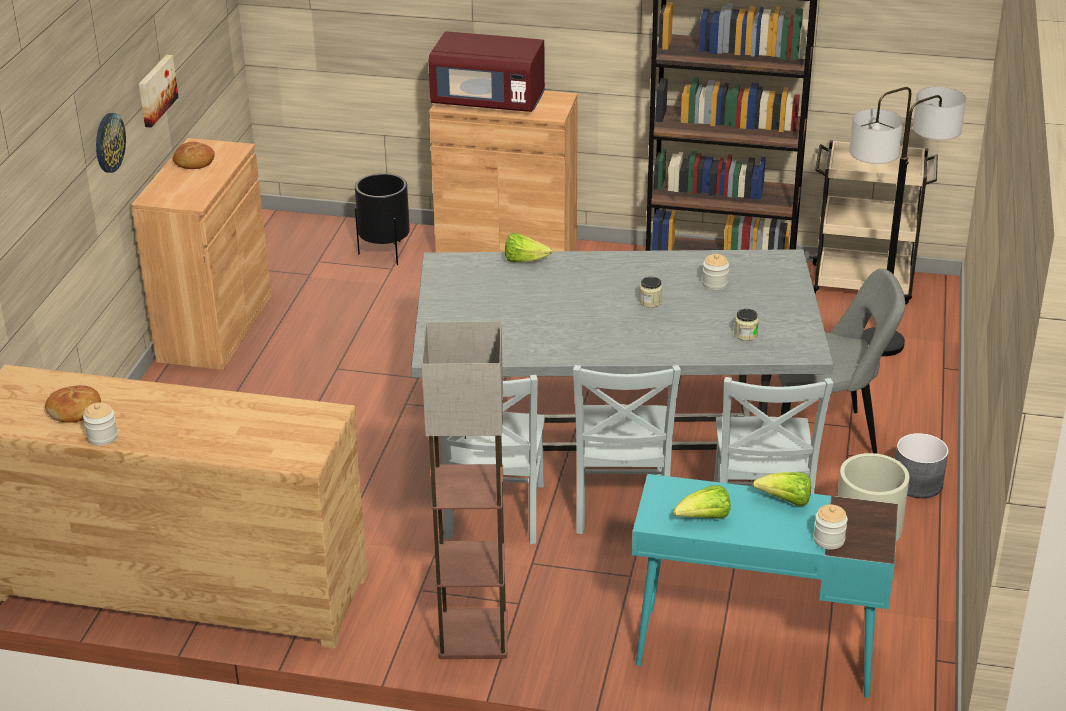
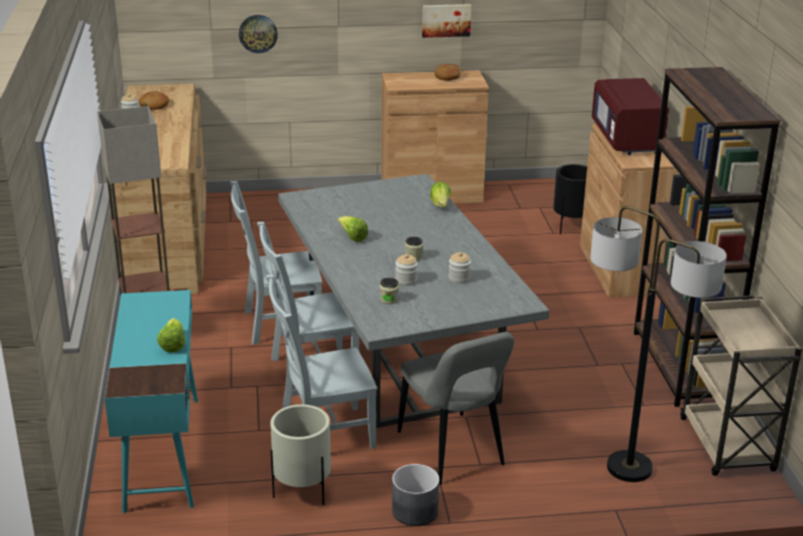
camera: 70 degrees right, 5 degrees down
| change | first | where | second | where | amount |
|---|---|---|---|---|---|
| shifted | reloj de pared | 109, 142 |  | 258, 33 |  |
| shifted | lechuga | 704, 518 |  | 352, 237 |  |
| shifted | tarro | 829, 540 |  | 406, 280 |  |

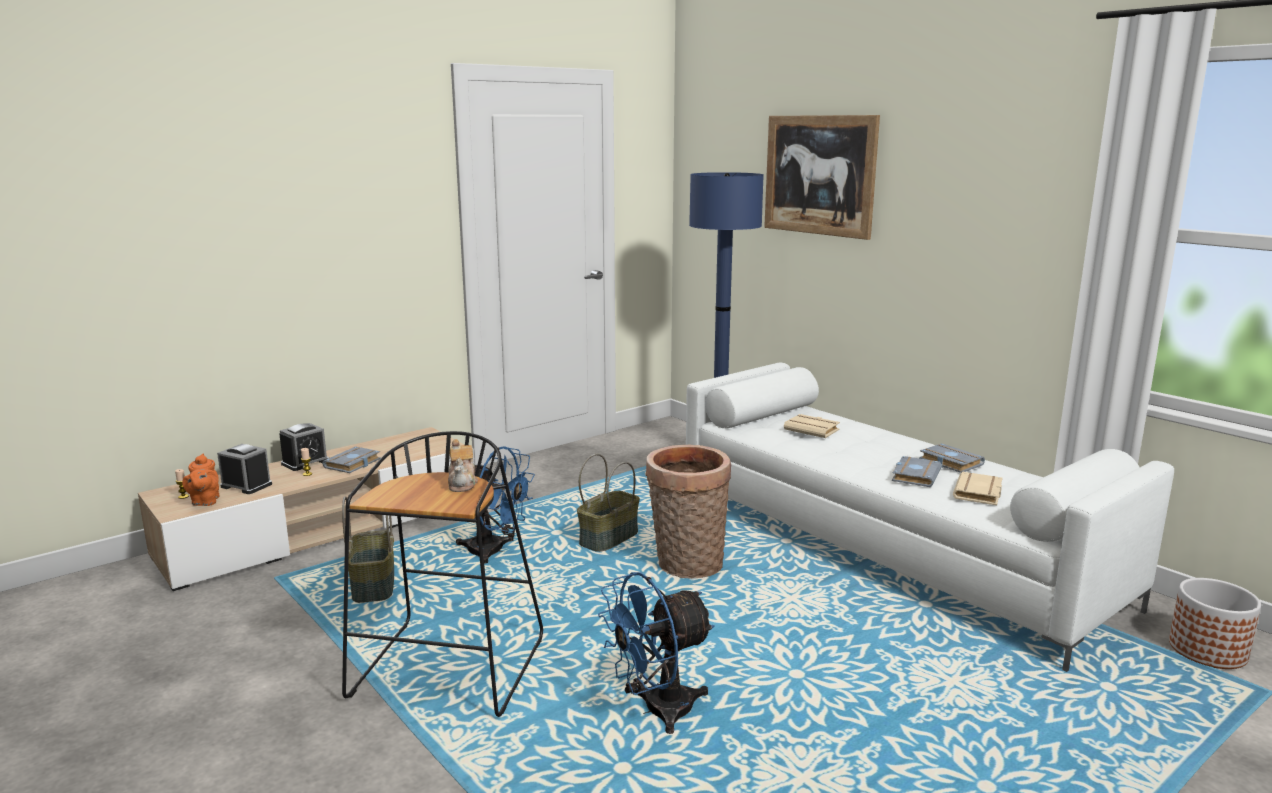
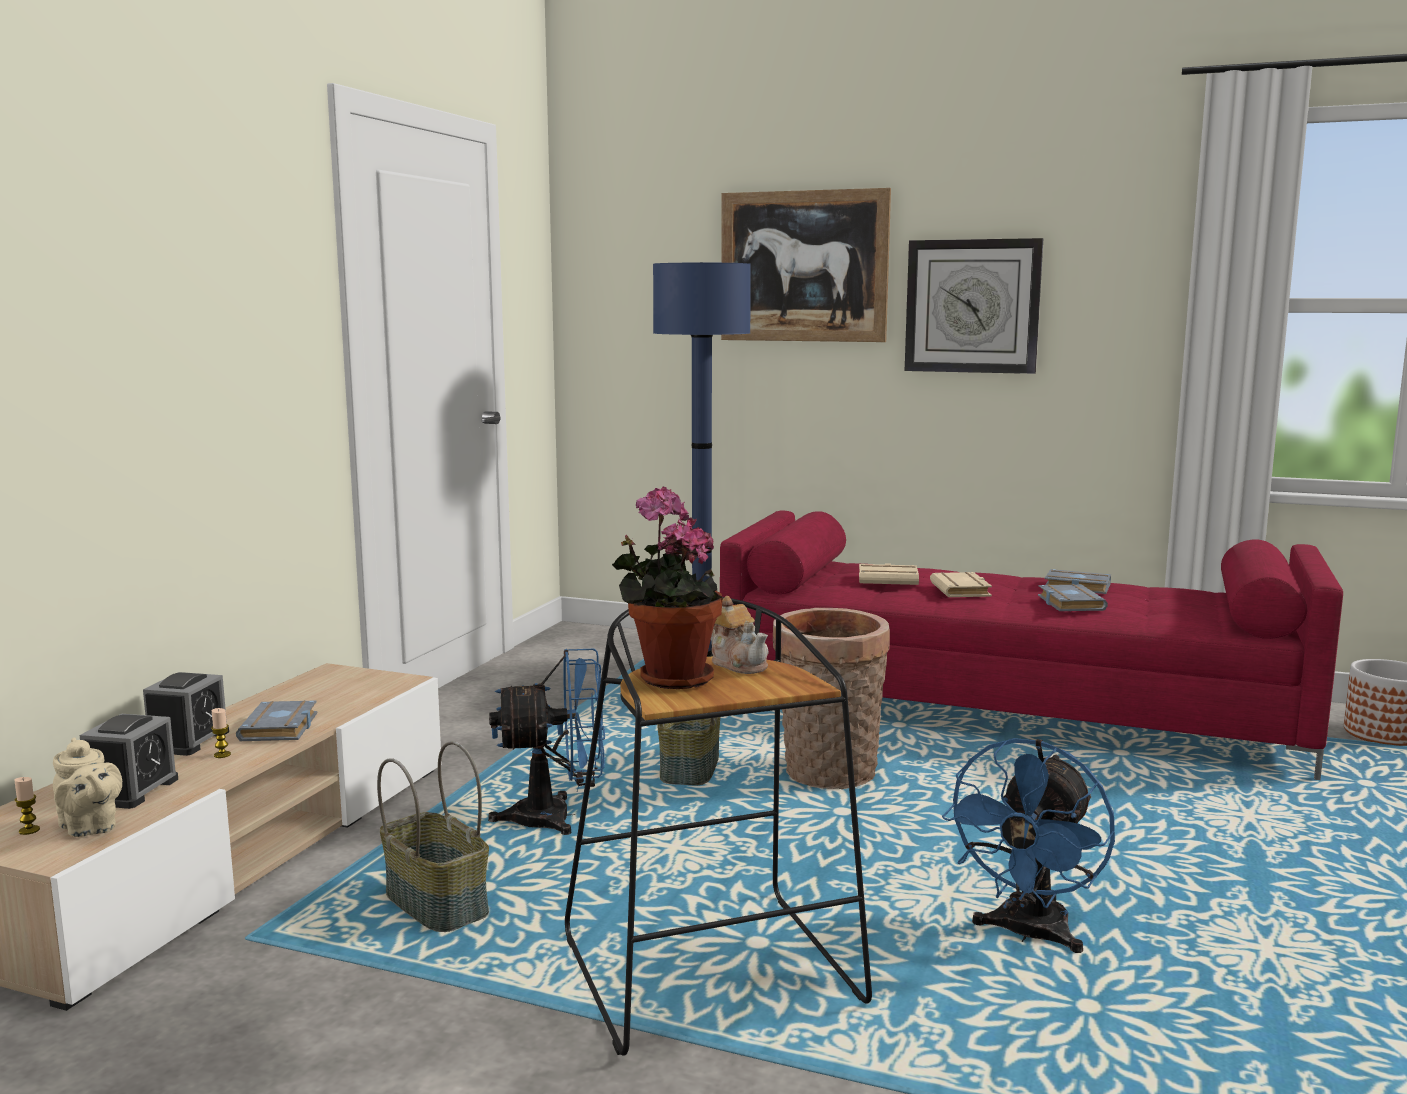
camera: 30 degrees left, 5 degrees down
| change | first | where | second | where | amount |
|---|---|---|---|---|---|
| new |  |  | planta en maceta | 669, 678 |  |
| new |  |  | reloj de pared | 972, 306 |  |
| shifted | libro (beis) | 979, 493 |  | 962, 591 |  |
| repainted | tetera (naranja) | 205, 502 | tetera (beis) | 89, 828 |  |
| repainted | sofá (blanco) | 889, 549 | sofá (rojo) | 1009, 710 |  |
| rotated | despertador | 246, 485 |  | 132, 791 | 105 degrees clockwise |

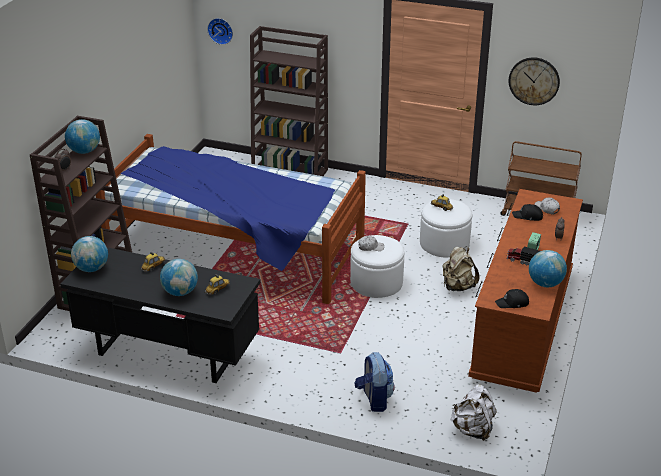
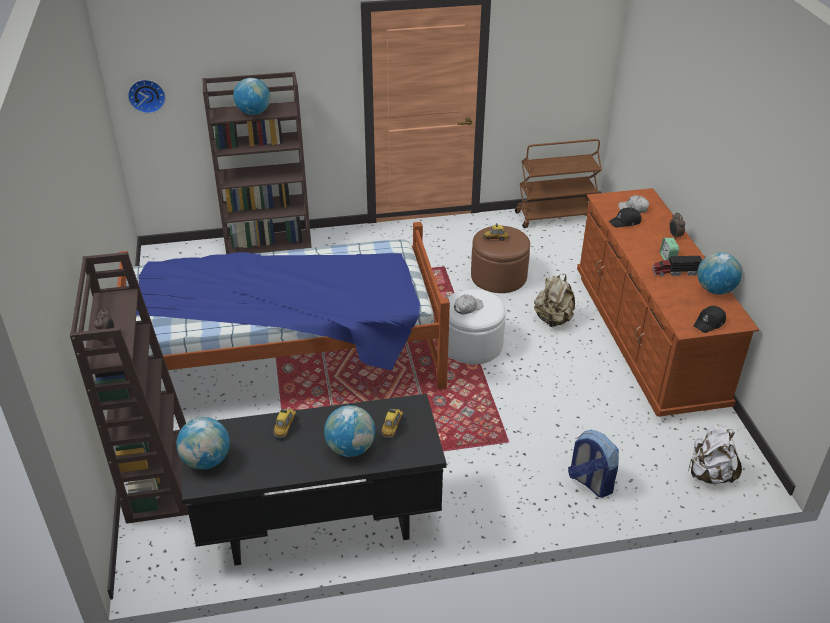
camera: 30 degrees left, 5 degrees up
| change | first | where | second | where | amount |
|---|---|---|---|---|---|
| gone | reloj de pared | 534, 81 |  |  |  |
| shifted | globo terráqueo | 84, 151 |  | 253, 113 |  |
| repainted | puf (blanco) | 444, 243 | puf (marrón) | 498, 276 |  |

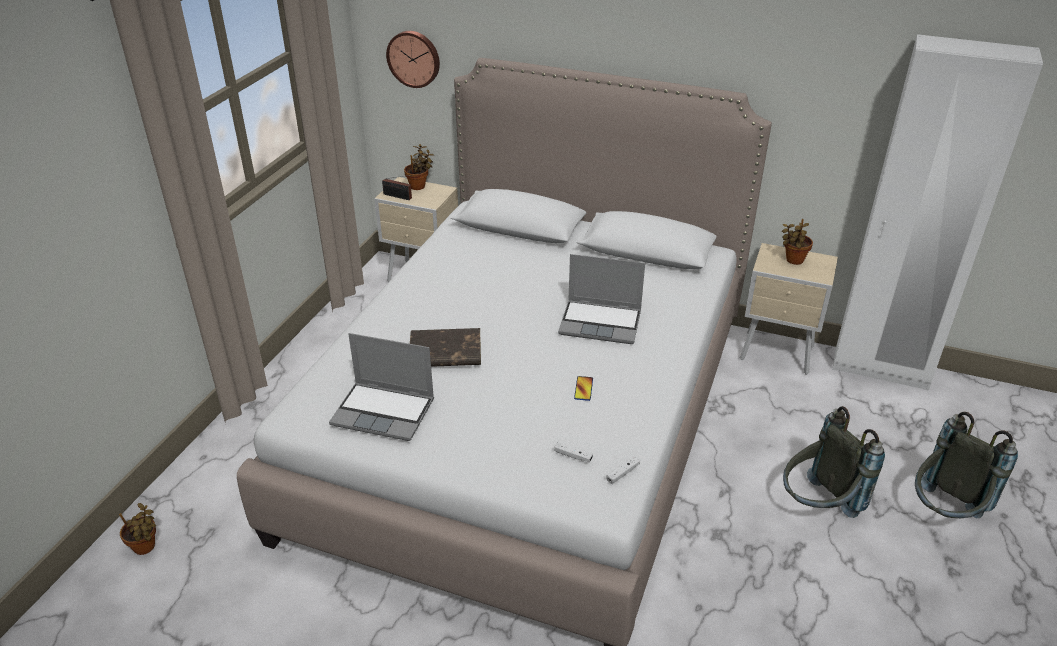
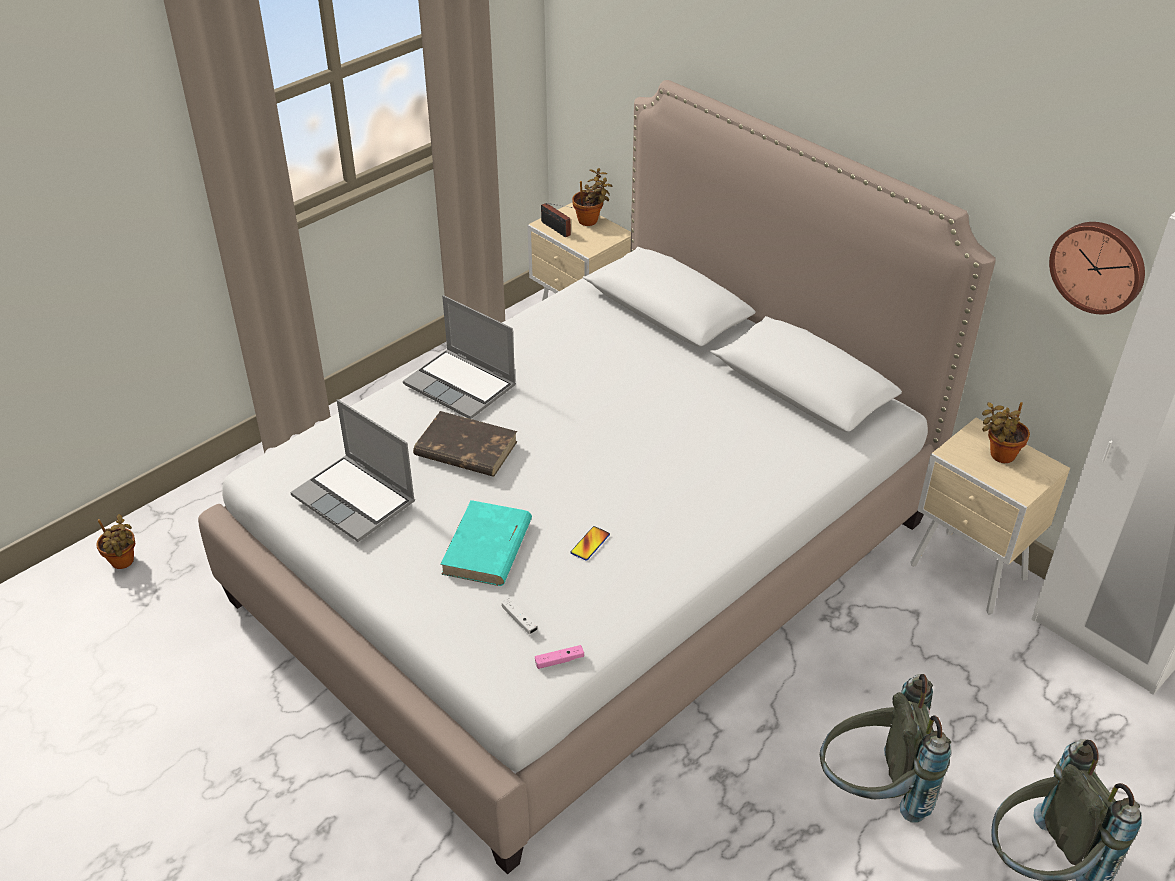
camera: 25 degrees right, 5 degrees up
| change | first | where | second | where | amount |
|---|---|---|---|---|---|
| new |  |  | libro (turquesa) | 487, 548 |  |
| shifted | reloj de pared | 414, 58 |  | 1099, 266 |  |
| shifted | portátil | 601, 323 |  | 462, 386 |  |
| repainted | mando de consola (blanco) | 622, 473 | mando de consola (rosa) | 559, 661 |  |

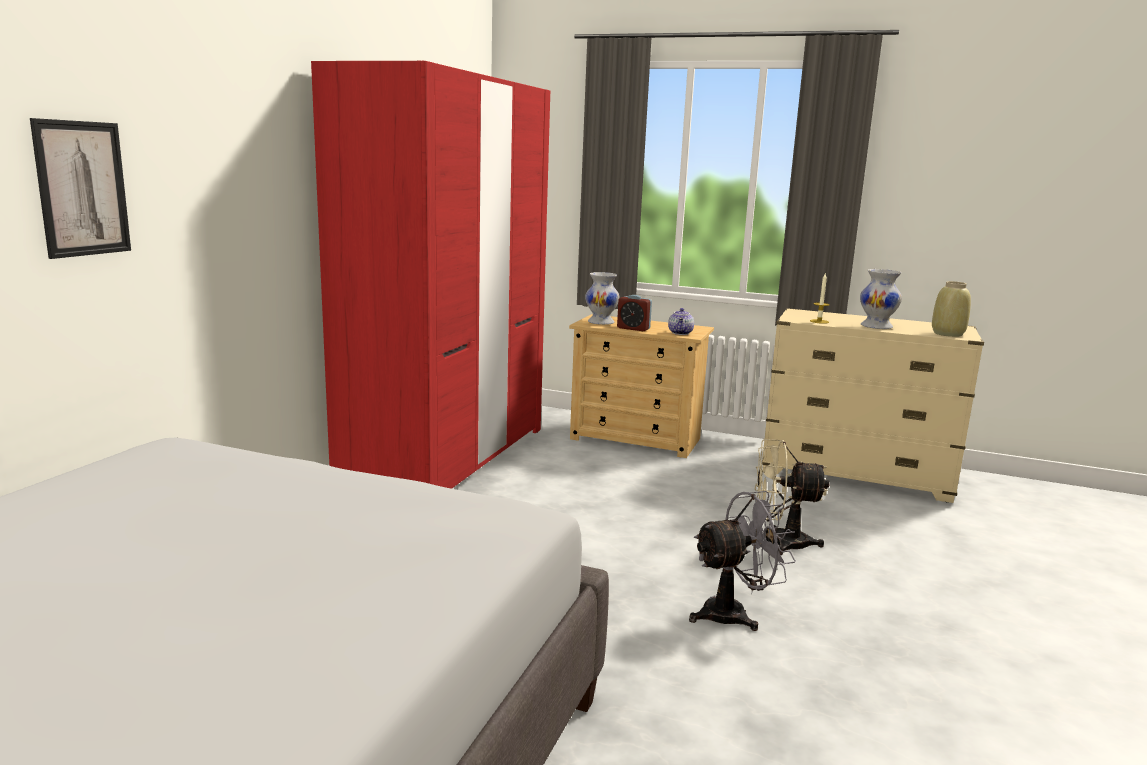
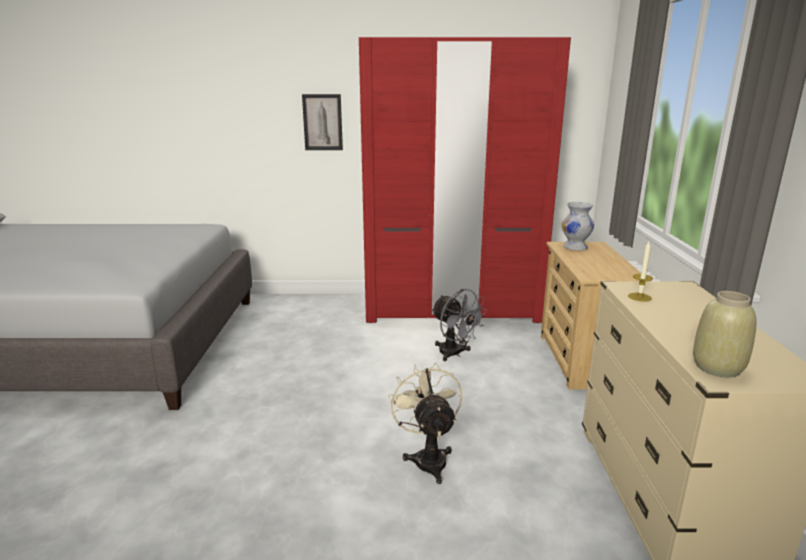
camera: 70 degrees right, 5 degrees up
| change | first | where | second | where | amount |
|---|---|---|---|---|---|
| gone | despertador | 633, 328 |  |  |  |
| gone | tetera | 681, 333 |  |  |  |
| gone | florero (blanco) | 877, 327 |  |  |  |
| shifted | cuadro | 82, 188 |  | 322, 122 |  |
| shifted | ventilador (gris) | 734, 613 |  | 454, 354 |  |

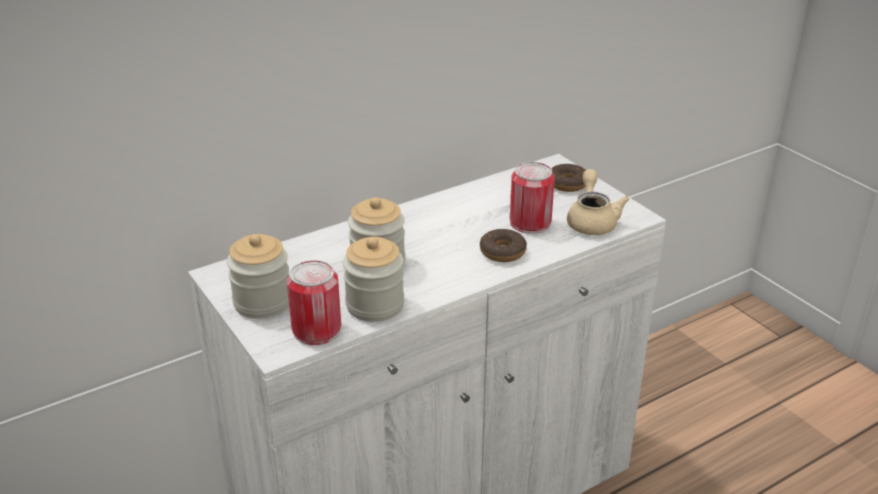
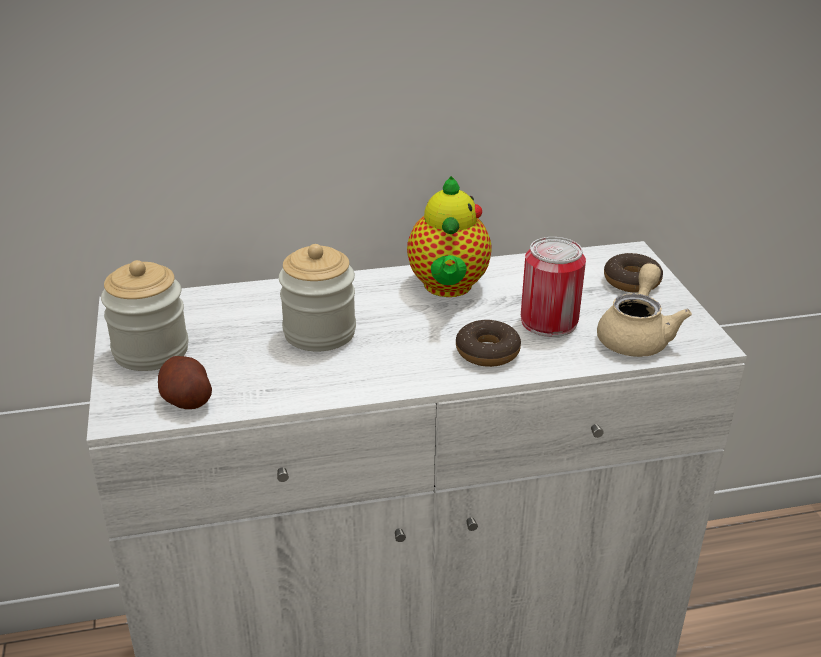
camera: 20 degrees right, 0 degrees up
| change | first | where | second | where | amount |
|---|---|---|---|---|---|
| gone | tarro | 375, 305 |  |  |  |
| new |  |  | tetera | 447, 287 |  |
| swapped | lata | 316, 330 | patata | 186, 400 |  |

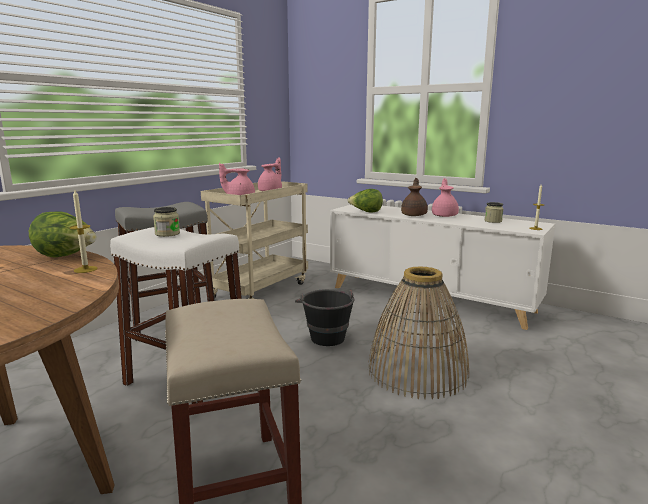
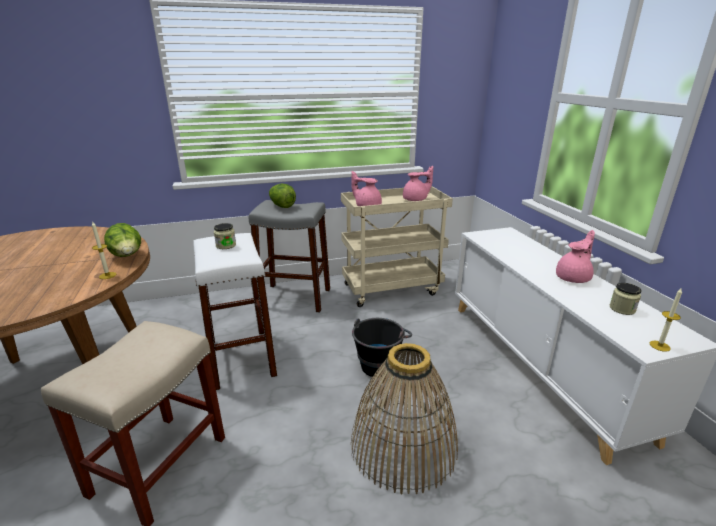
camera: 40 degrees right, 10 degrees up
| change | first | where | second | where | amount |
|---|---|---|---|---|---|
| gone | tetera (marrón) | 414, 215 |  |  |  |
| shifted | lechuga | 366, 212 |  | 282, 206 |  |

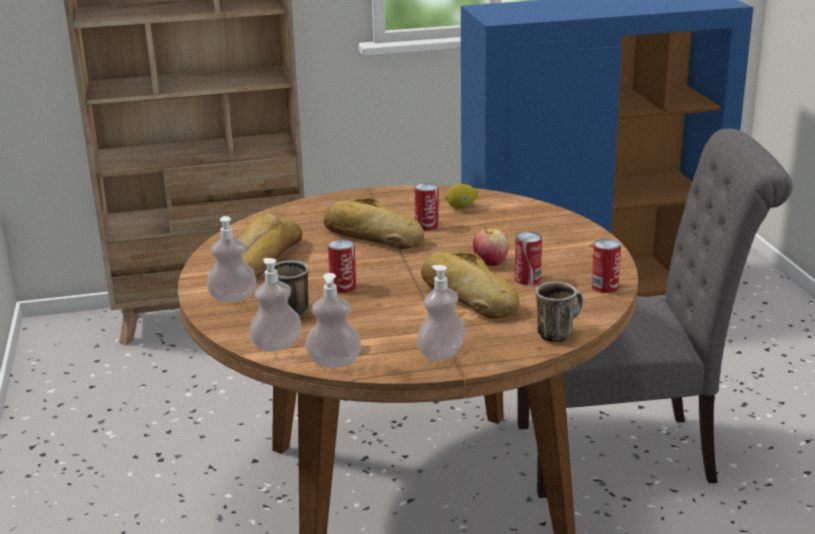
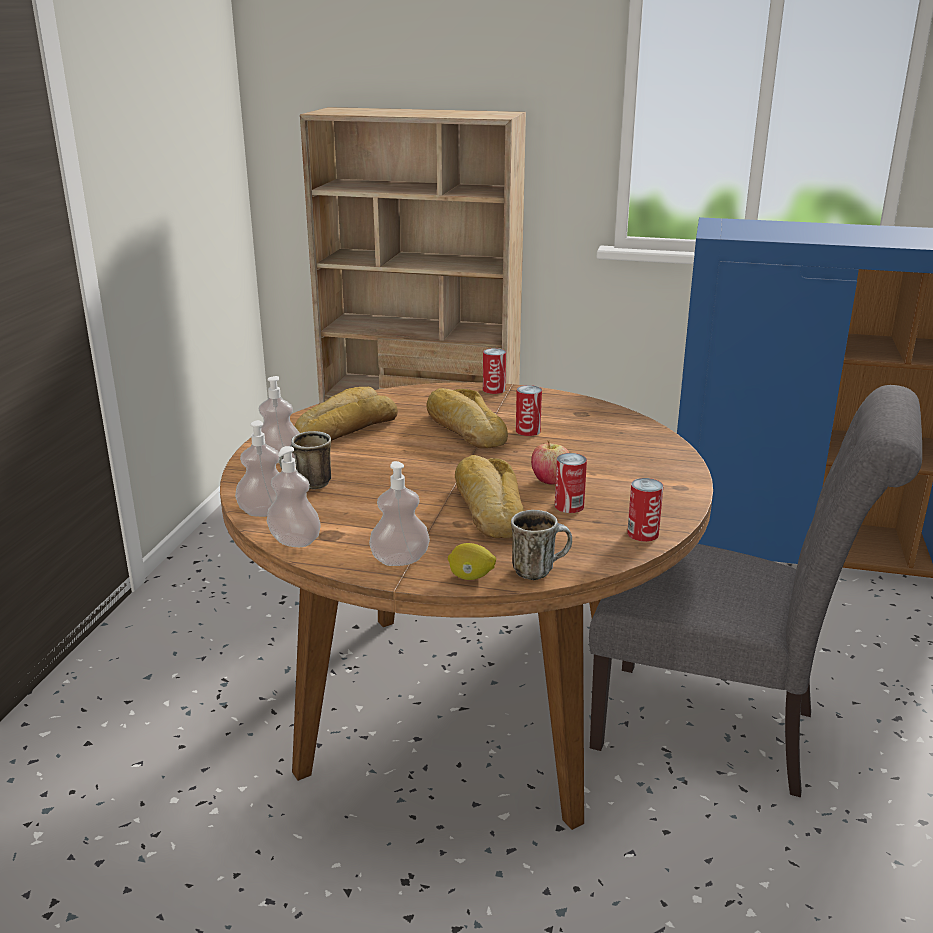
camera: 25 degrees right, 0 degrees up
| change | first | where | second | where | amount |
|---|---|---|---|---|---|
| shifted | lata | 343, 286 |  | 494, 389 |  |
| shifted | limón | 461, 207 |  | 471, 577 |  |

